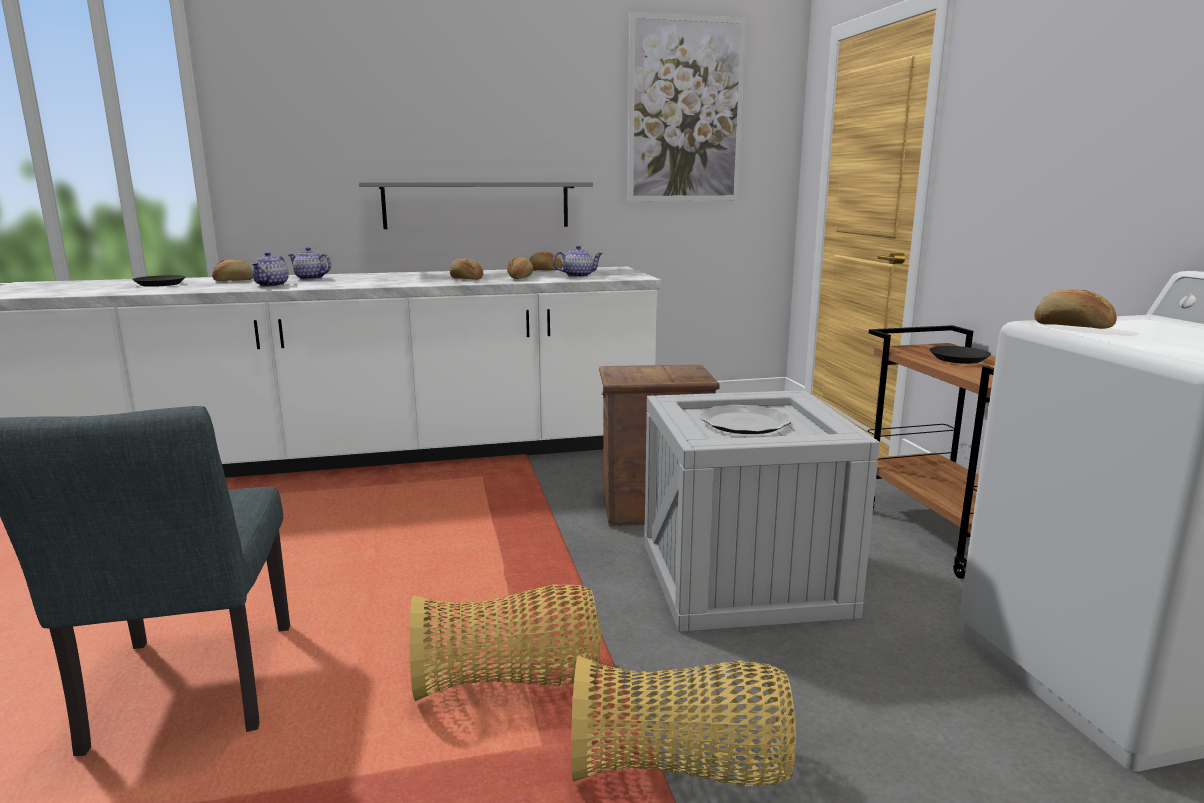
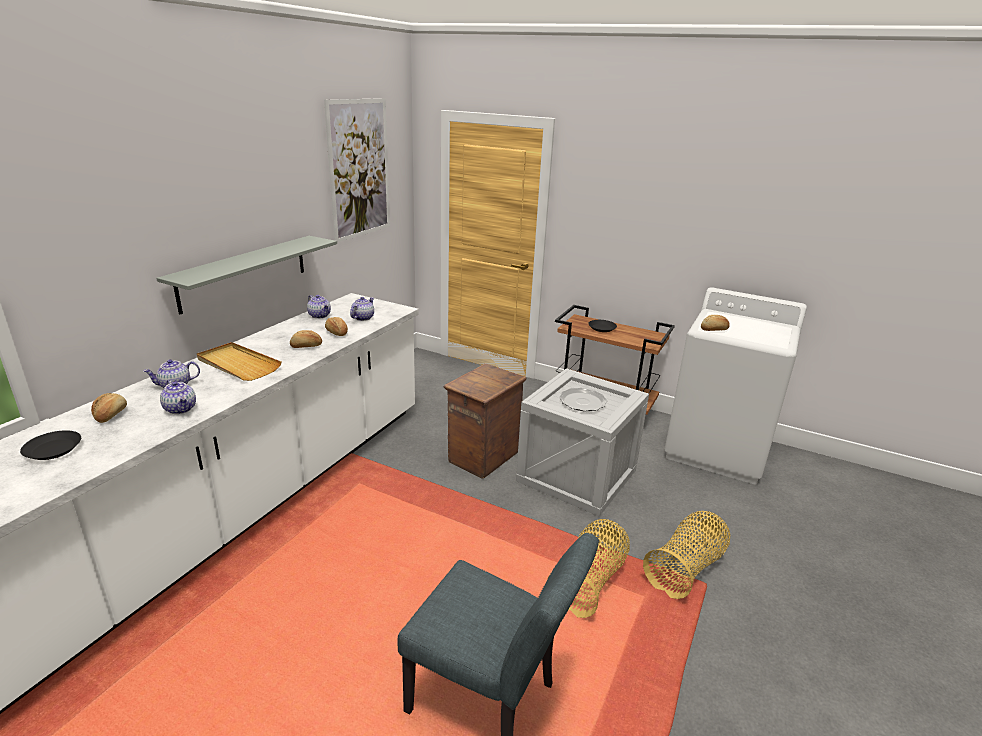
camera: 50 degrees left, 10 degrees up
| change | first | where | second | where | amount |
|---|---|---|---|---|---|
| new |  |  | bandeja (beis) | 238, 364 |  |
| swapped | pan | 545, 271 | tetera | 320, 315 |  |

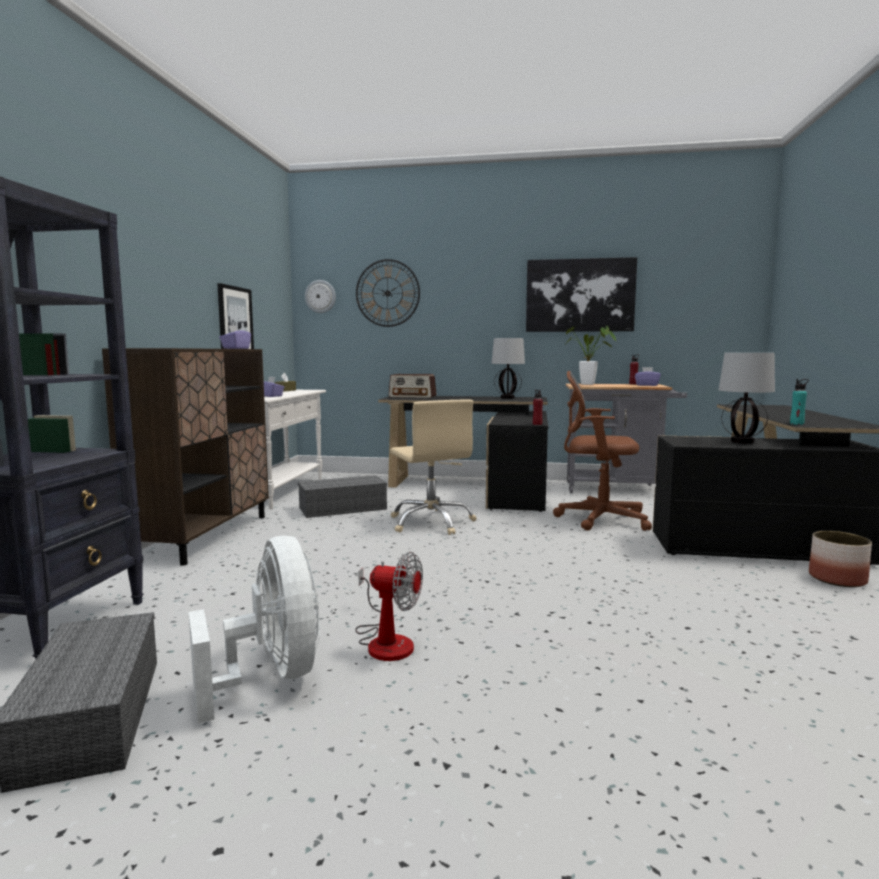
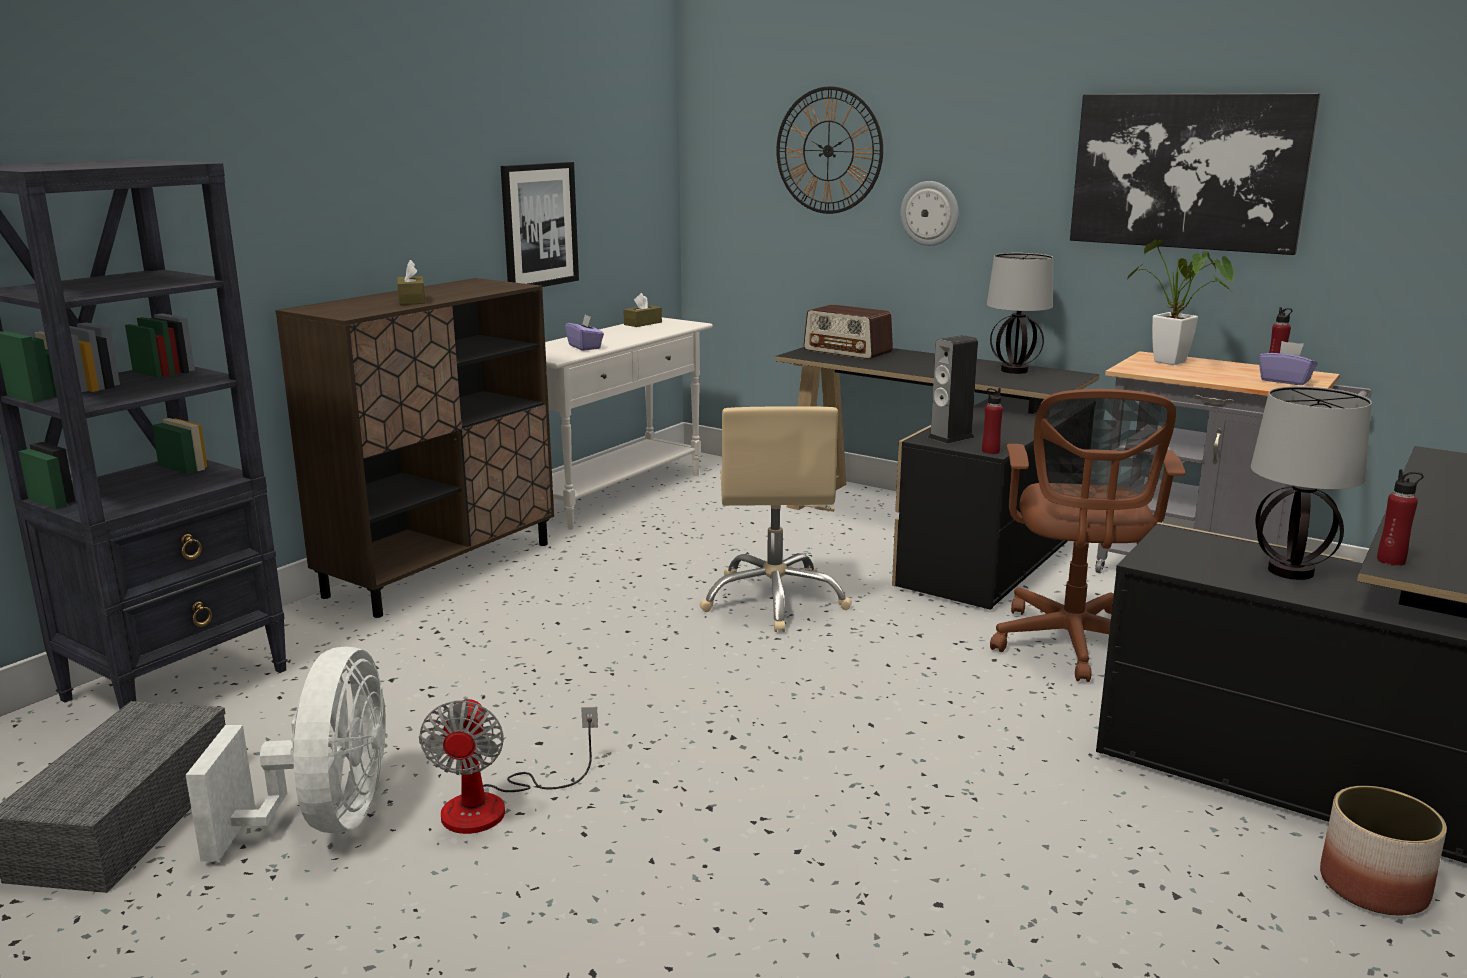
camera: 25 degrees right, 10 degrees up
| change | first | where | second | where | amount |
|---|---|---|---|---|---|
| gone | caja de pañuelos (morado) | 235, 348 |  |  |  |
| gone | caja de almacenaje (gris) | 341, 509 |  |  |  |
| new |  |  | caja de pañuelos (marrón) | 411, 300 |  |
| new |  |  | altavoz | 950, 437 |  |
| shifted | reloj de pared | 320, 296 |  | 930, 213 |  |
| repainted | botella (turquesa) | 797, 424 | botella (rojo) | 1391, 561 |  |
| rotated | ventilador | 386, 641 |  | 495, 805 | 45 degrees clockwise |
| rotated | silla de oficina (marrón) | 597, 519 |  | 1072, 645 | 120 degrees counterclockwise |

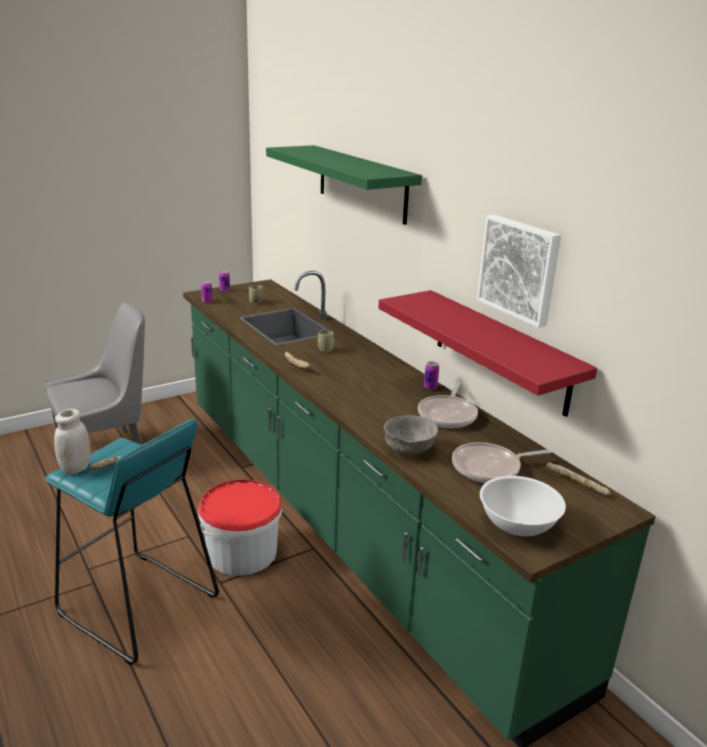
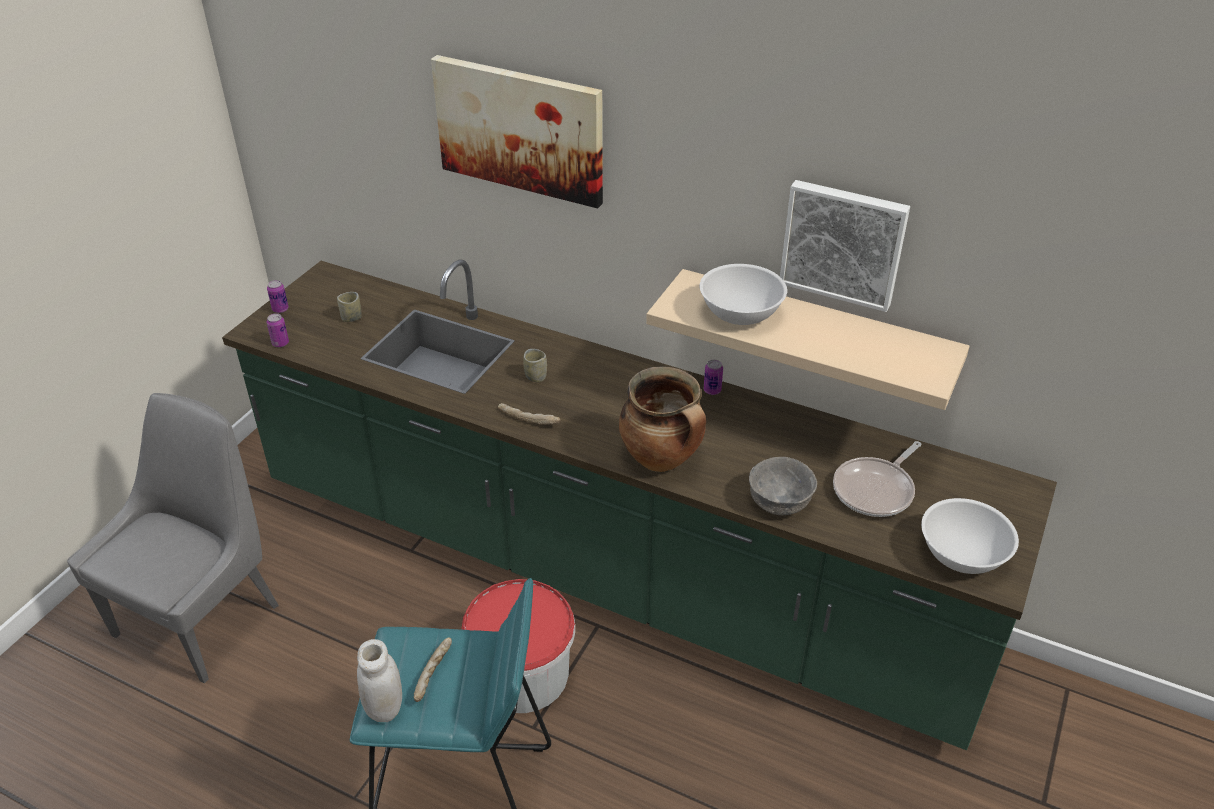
camera: 30 degrees left, 15 degrees up
| change | first | where | second | where | amount |
|---|---|---|---|---|---|
| gone | sartén | 448, 414 |  |  |  |
| gone | pan | 576, 485 |  |  |  |
| new |  |  | olla | 663, 459 |  |
| new |  |  | cuenco (blanco) | 740, 314 |  |
| swapped | estante (verde) | 361, 183 | cuadro | 520, 129 |  |
| repainted | estante (rojo) | 500, 351 | estante (beis) | 815, 335 |  |

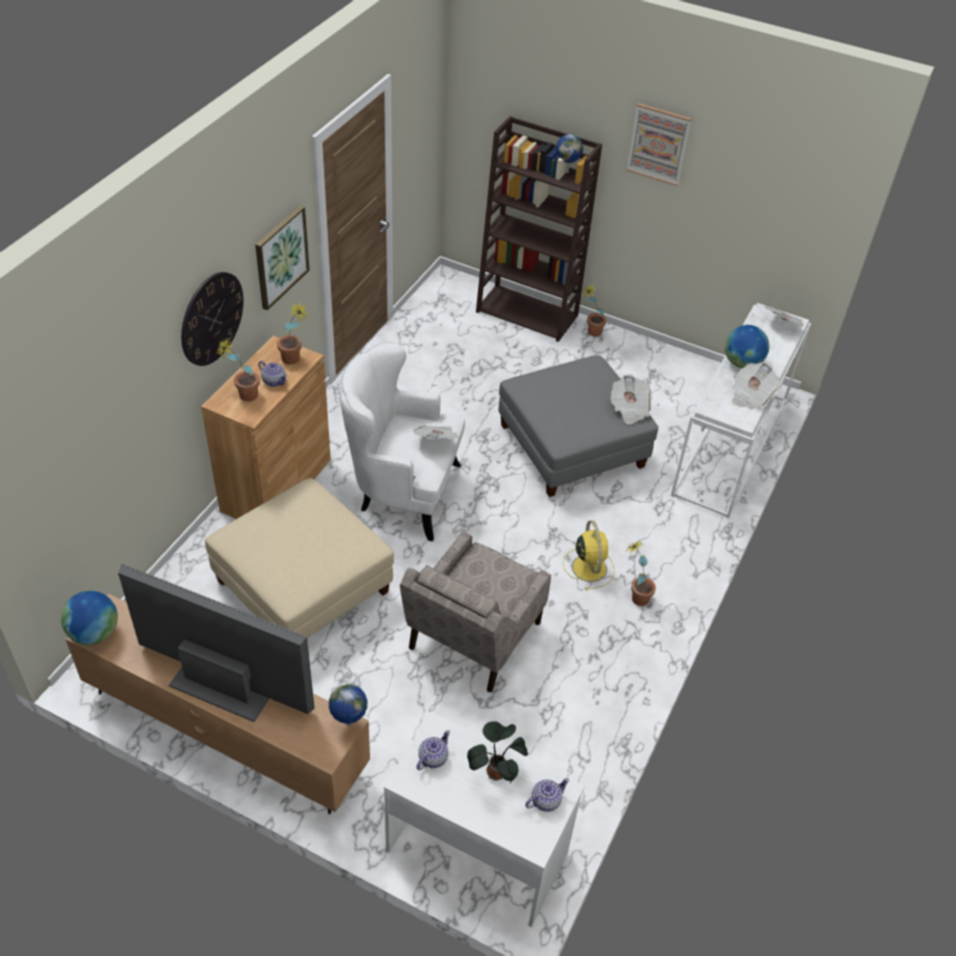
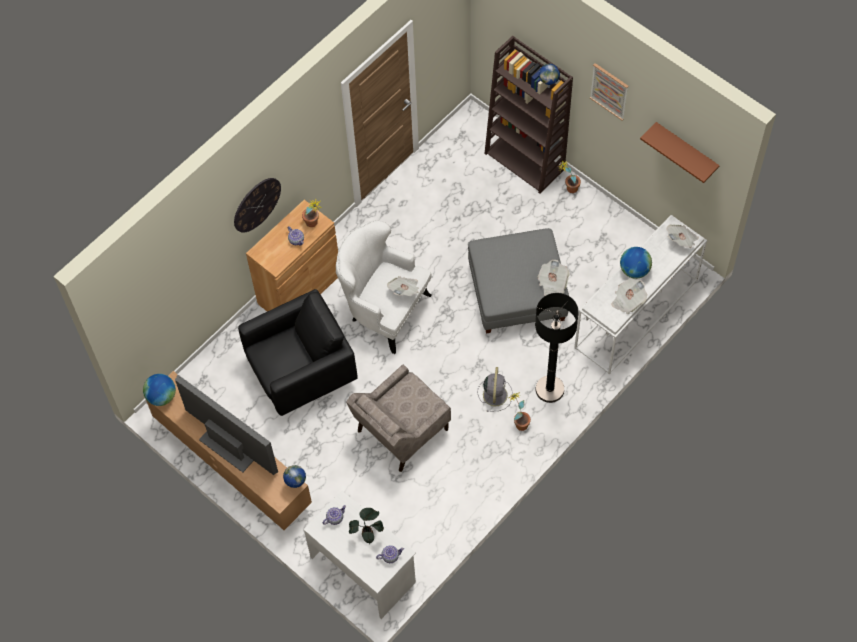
camera: 20 degrees right, 15 degrees up
| change | first | where | second | where | amount |
|---|---|---|---|---|---|
| gone | planta en maceta | 243, 397 |  |  |  |
| gone | cuadro | 281, 257 |  |  |  |
| new |  |  | lámpara de pie (negro) | 549, 389 |  |
| new |  |  | estante (marrón) | 686, 150 |  |
| swapped | puf (beis) | 304, 586 | sillón (negro) | 301, 372 |  |
| repainted | ventilador (amarillo) | 589, 566 | ventilador (gris) | 495, 394 |  |

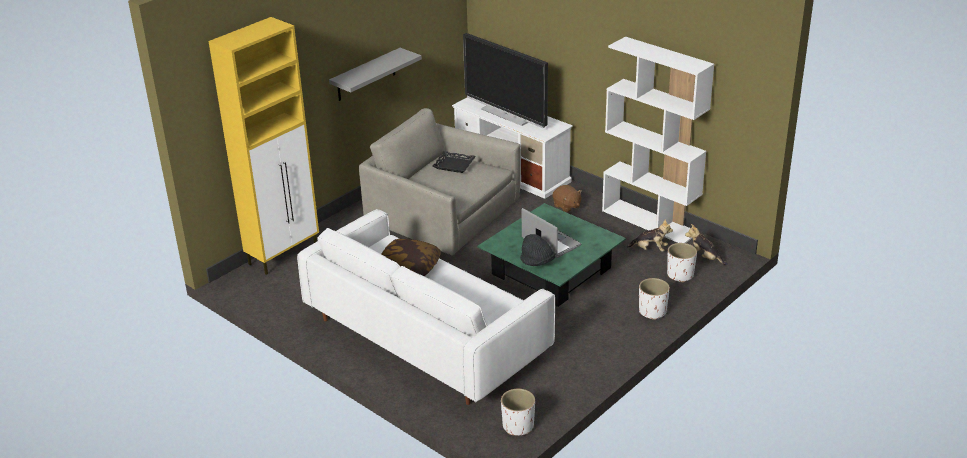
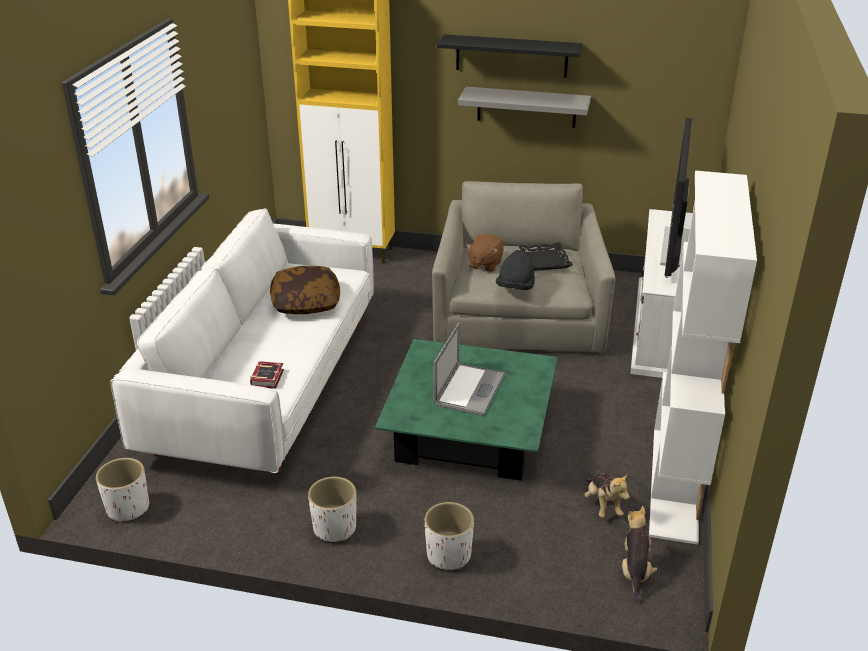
camera: 60 degrees right, 0 degrees up
| change | first | where | second | where | amount |
|---|---|---|---|---|---|
| new |  |  | libro | 268, 377 |  |
| new |  |  | estante (negro) | 511, 56 |  |
| shifted | sombrero (negro) | 537, 262 |  | 515, 288 |  |
| shifted | peluche (marrón) | 566, 206 |  | 484, 264 |  |
| shifted | maceta (blanco) | 680, 275 |  | 334, 528 |  |

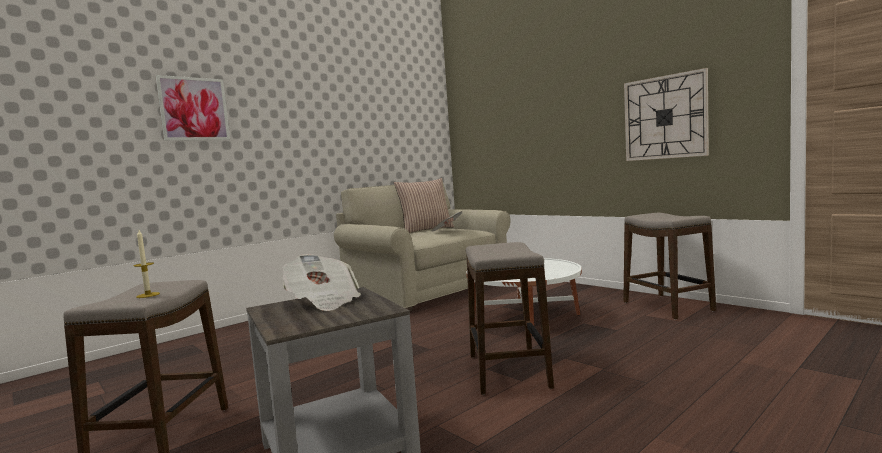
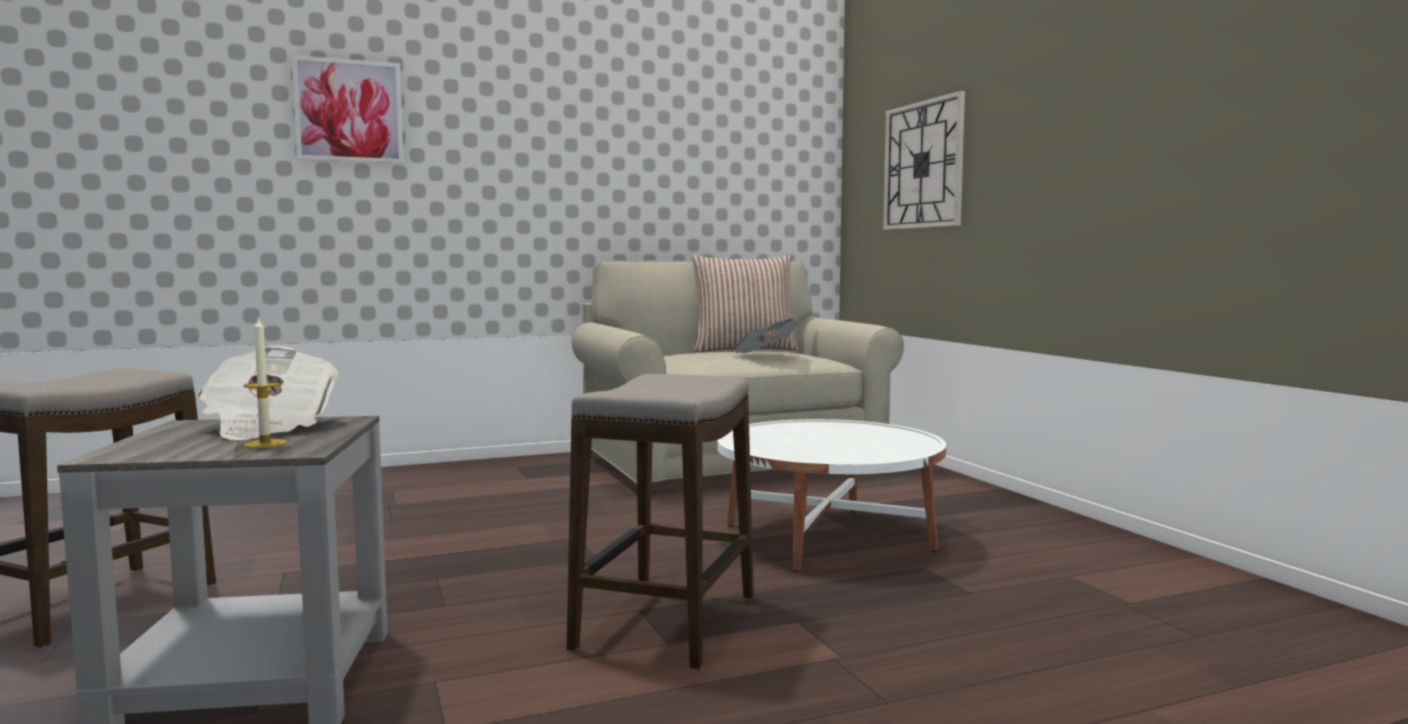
camera: 20 degrees right, 0 degrees up
| change | first | where | second | where | amount |
|---|---|---|---|---|---|
| gone | taburete | 667, 306 |  |  |  |
| shifted | vela | 148, 295 |  | 265, 444 |  |
| shifted | reloj de pared | 665, 117 |  | 923, 165 |  |

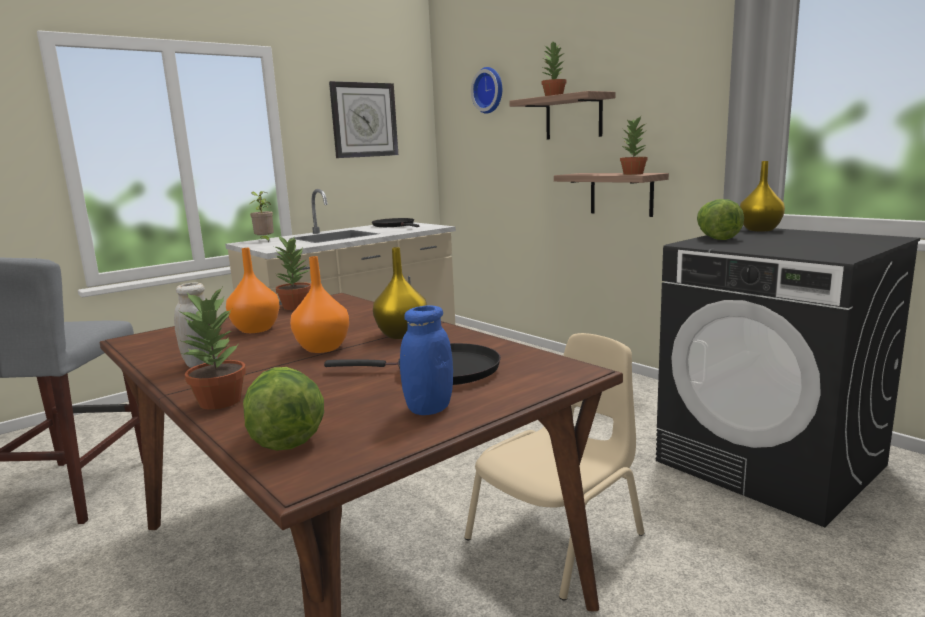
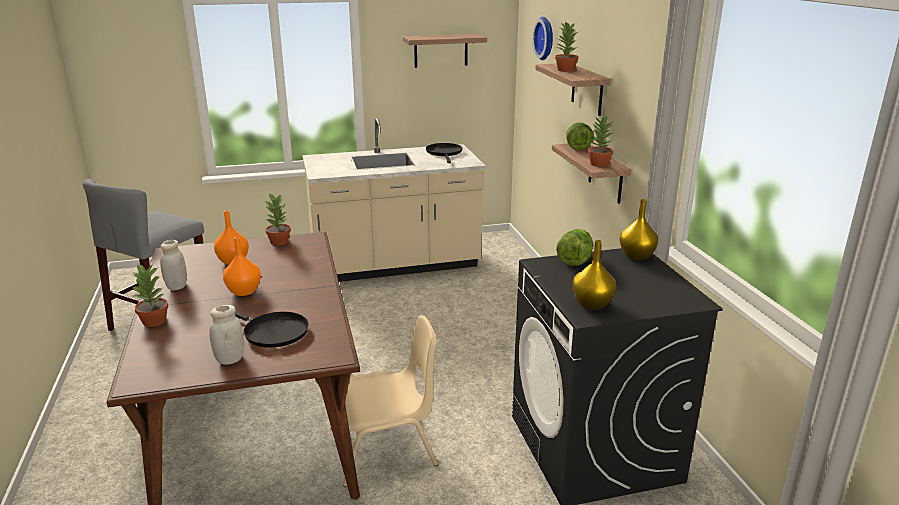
camera: 25 degrees right, 10 degrees up
| change | first | where | second | where | amount |
|---|---|---|---|---|---|
| gone | planta en maceta | 265, 241 |  |  |  |
| shifted | lechuga | 284, 436 |  | 577, 147 |  |
| shifted | florero (amarillo) | 402, 334 |  | 593, 304 |  |
| swapped | reloj de pared | 364, 120 | estante | 441, 50 |  |
| repainted | tarro (azul) | 429, 408 | tarro (blanco) | 230, 359 |  |

